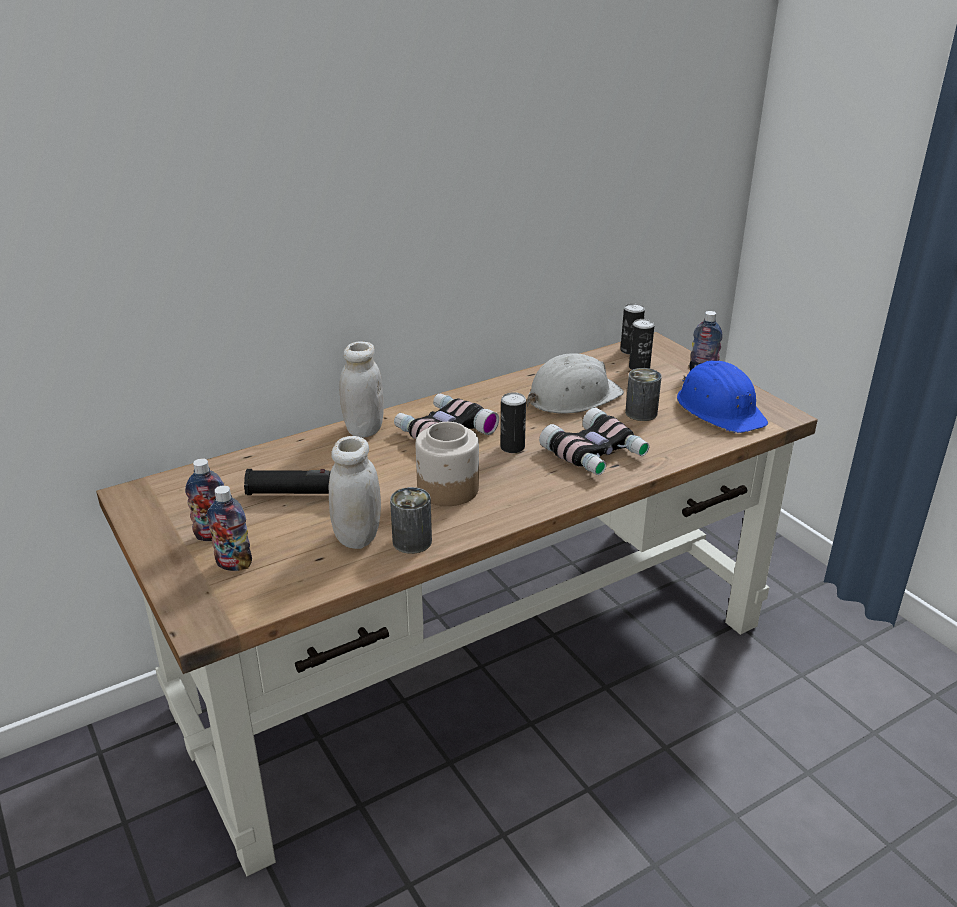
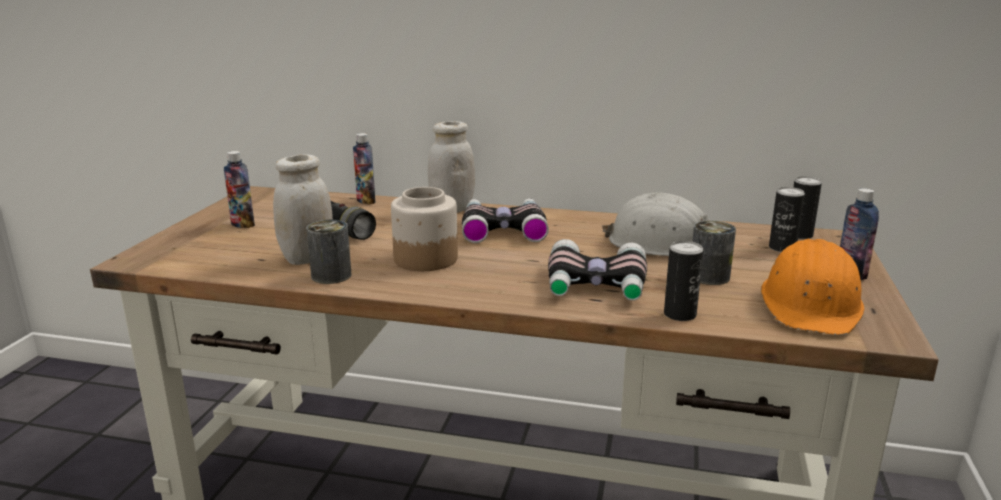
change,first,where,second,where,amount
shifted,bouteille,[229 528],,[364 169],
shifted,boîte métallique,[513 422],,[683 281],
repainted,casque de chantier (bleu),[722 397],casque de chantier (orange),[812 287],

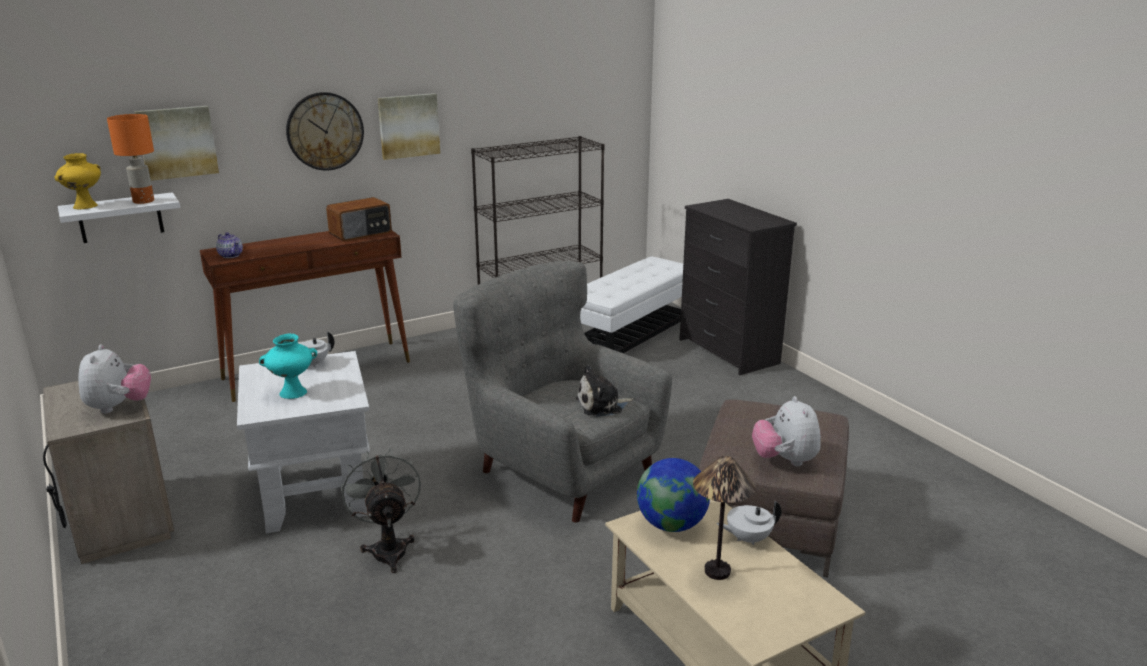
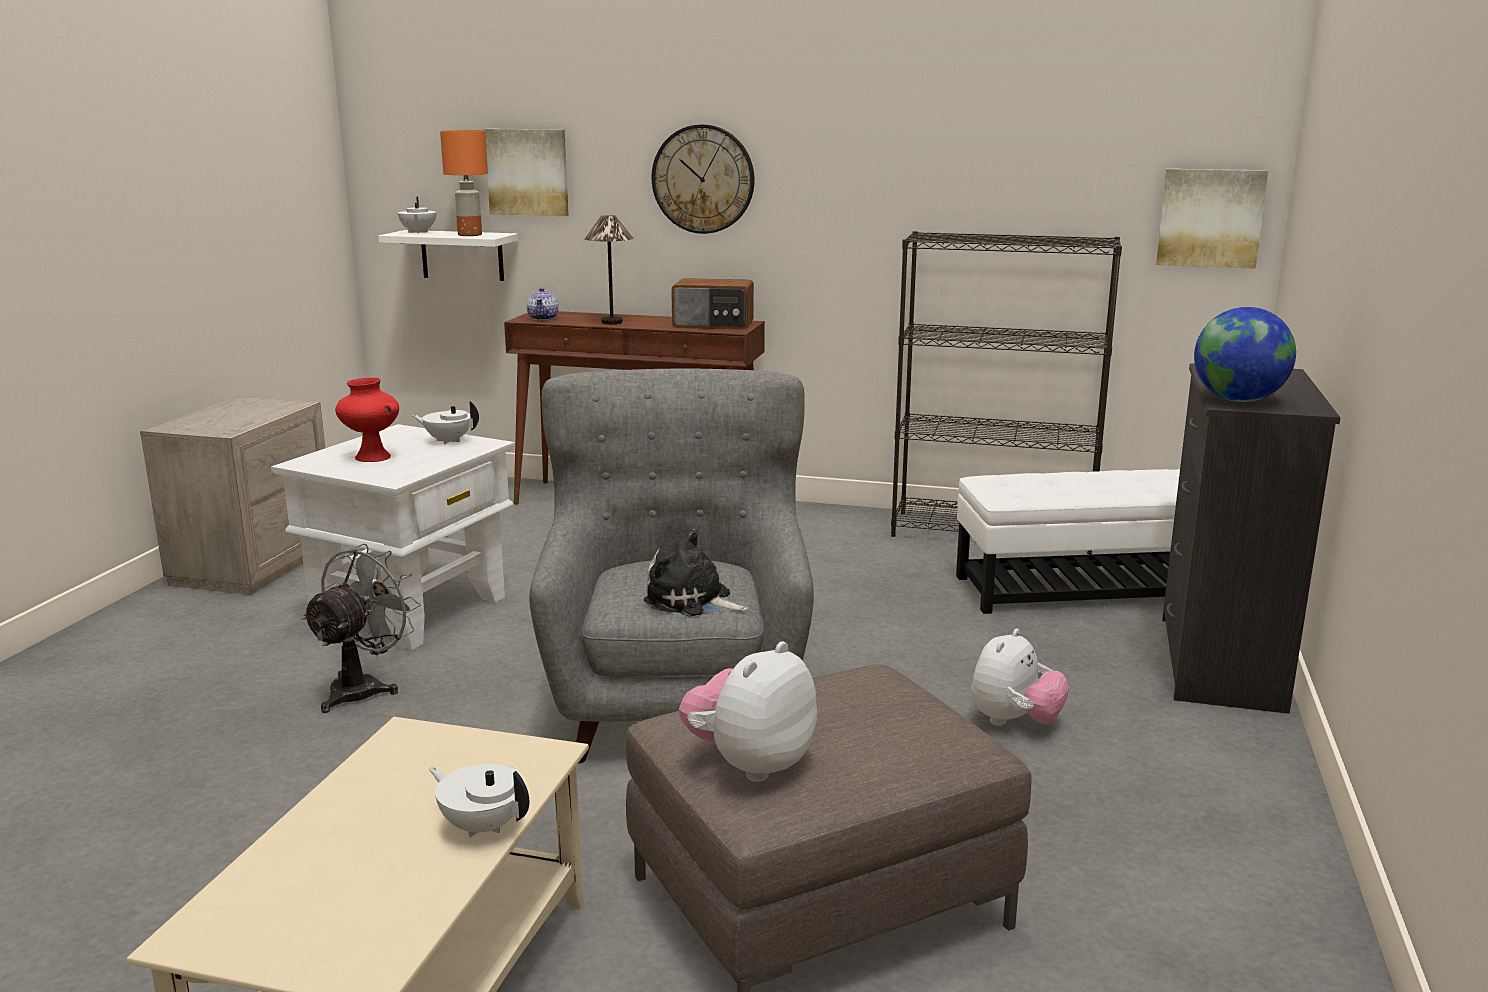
change,first,where,second,where,amount
shifted,peluche,[114 379],,[1020 677],
shifted,tableau,[409 126],,[1212 219],
shifted,globe,[673 495],,[1245 354],
shifted,lampe de table,[724 518],,[609 270],
swapped,vase (jaune),[77 181],théière (blanc),[417 215],
repainted,vase (turquoise),[288 366],vase (rouge),[367 420],

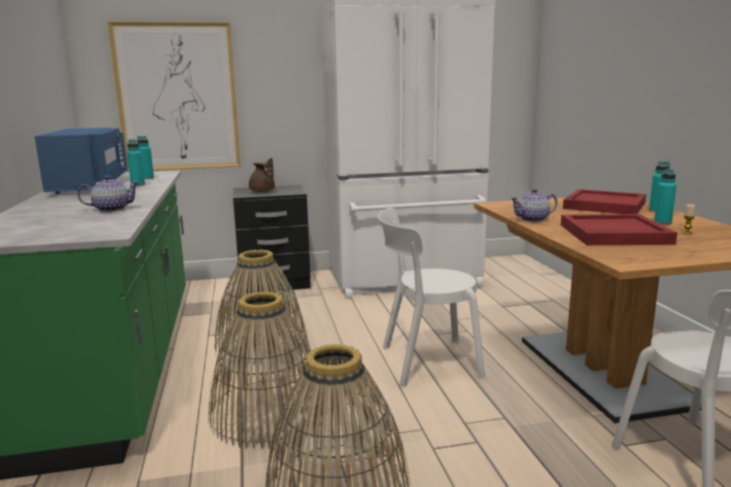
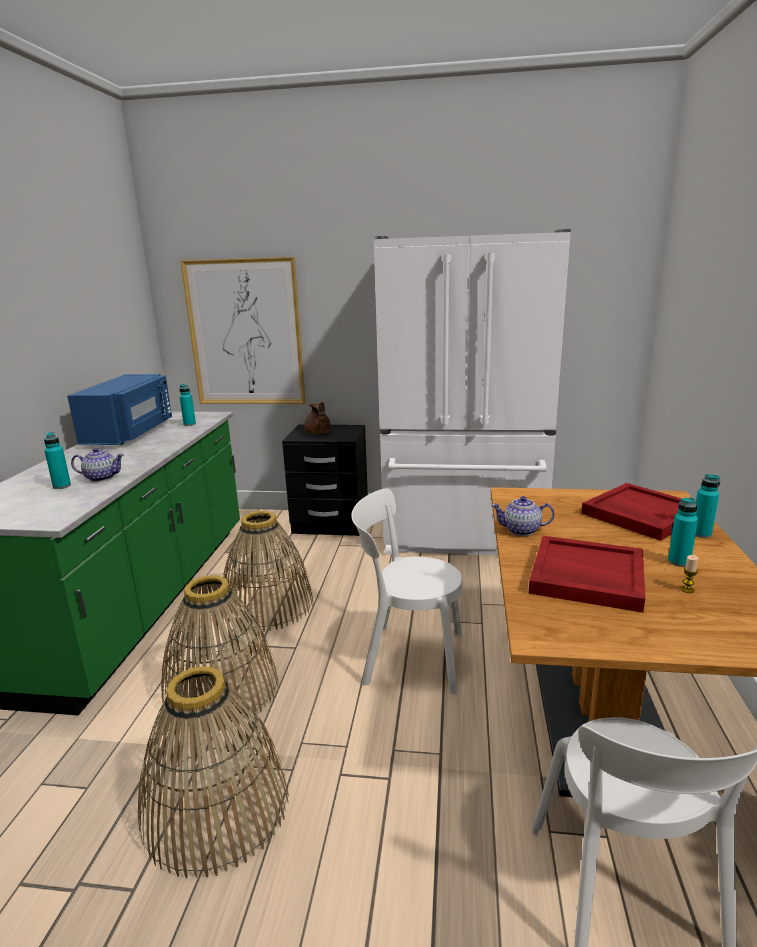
change,first,where,second,where,amount
shifted,bouteille (turquoise),[136 162],,[57 460],

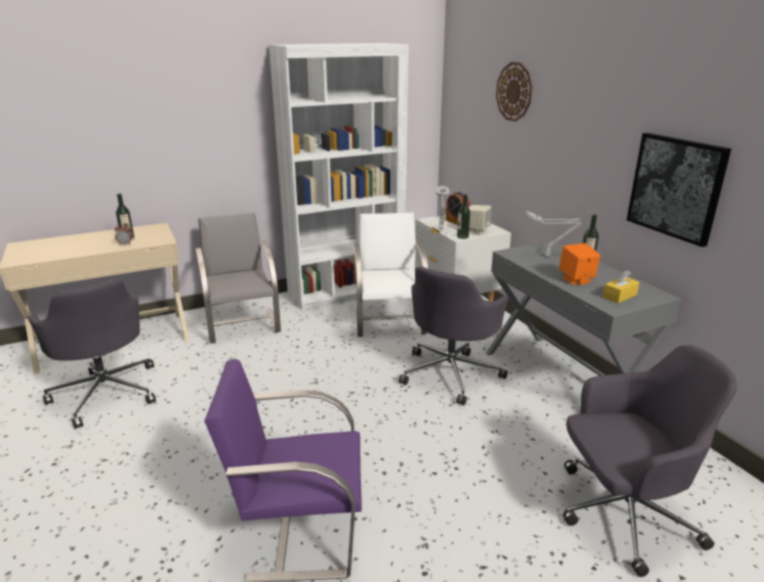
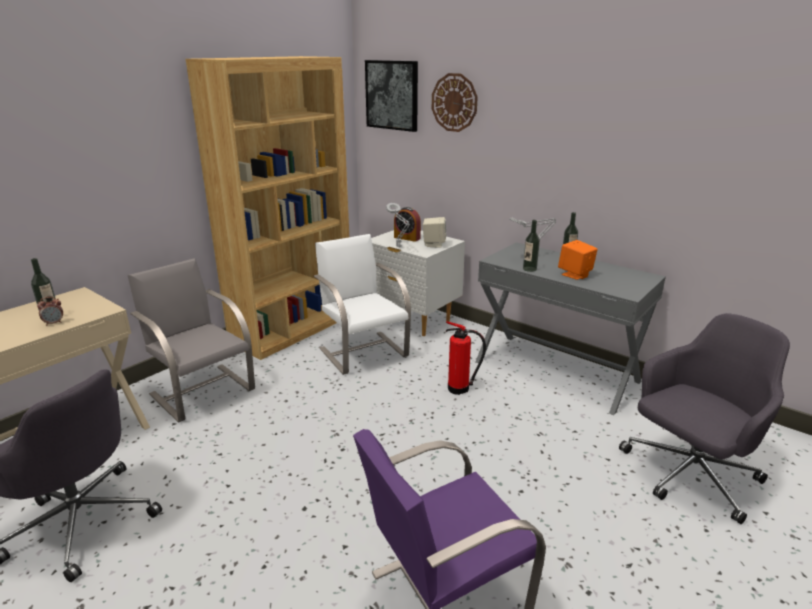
change,first,where,second,where,amount
gone,boîte à mouchoirs (jaune),[621 286],,,
shifted,bouteille,[463 216],,[531 246],
shifted,tableau,[679 190],,[391 96],
swapped,chaise de bureau (gris),[454 335],extincteur,[466 358],
repainted,bibliothèque (blanc),[338 176],bibliothèque (marron),[267 208],

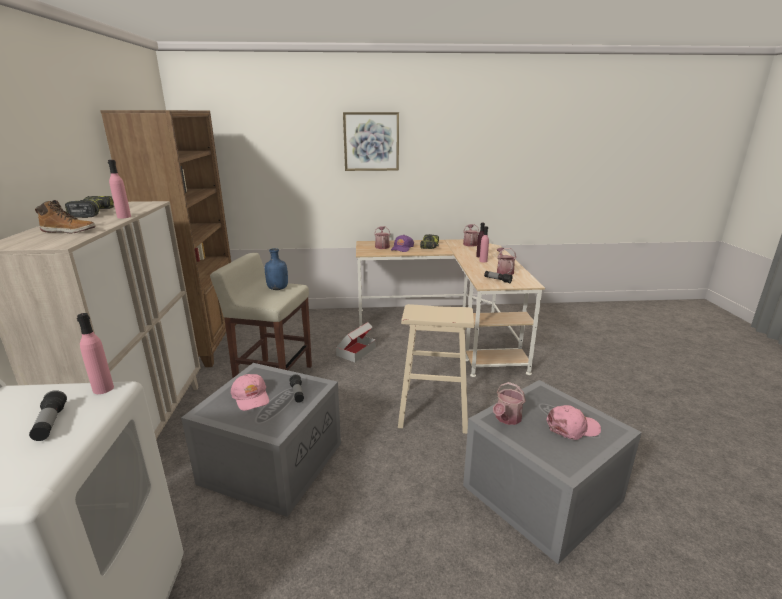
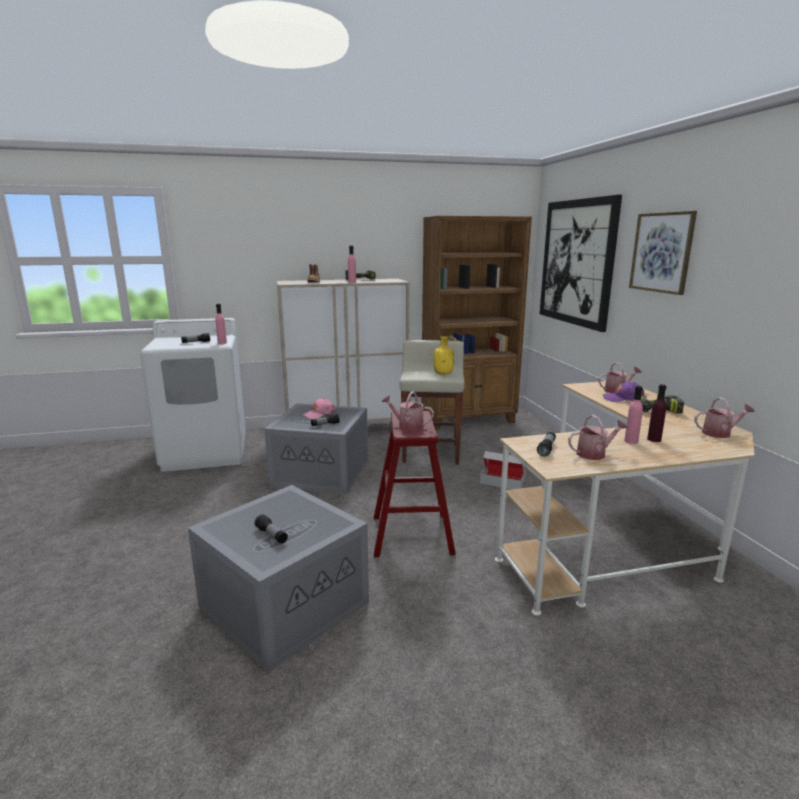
change,first,where,second,where,amount
new,,,tableau,[581 263],
shifted,arrosoir,[509 403],,[407 410],
swapped,casquette (rose),[573 422],lampe de poche,[271 529],
repainted,bouteille (bleu),[276 269],bouteille (jaune),[444 355],
repainted,tabouret (beige),[436 369],tabouret (rouge),[415 484],

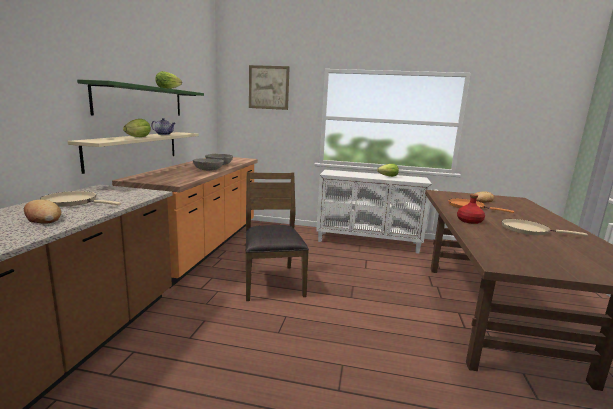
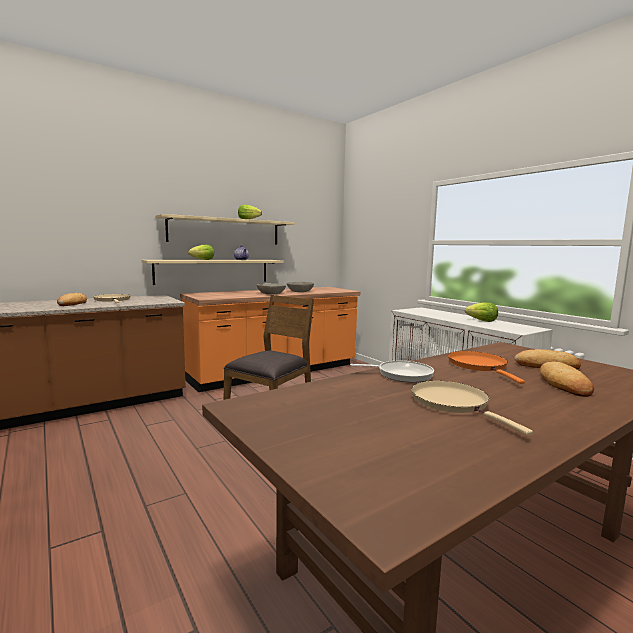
change,first,where,second,where,amount
gone,tableau,[269 87],,,
new,,,pain,[567 379],
swapped,bouteille (rouge),[471 209],poêle,[392 372],
repainted,étagère (vert),[140 97],étagère (beige),[225 229],

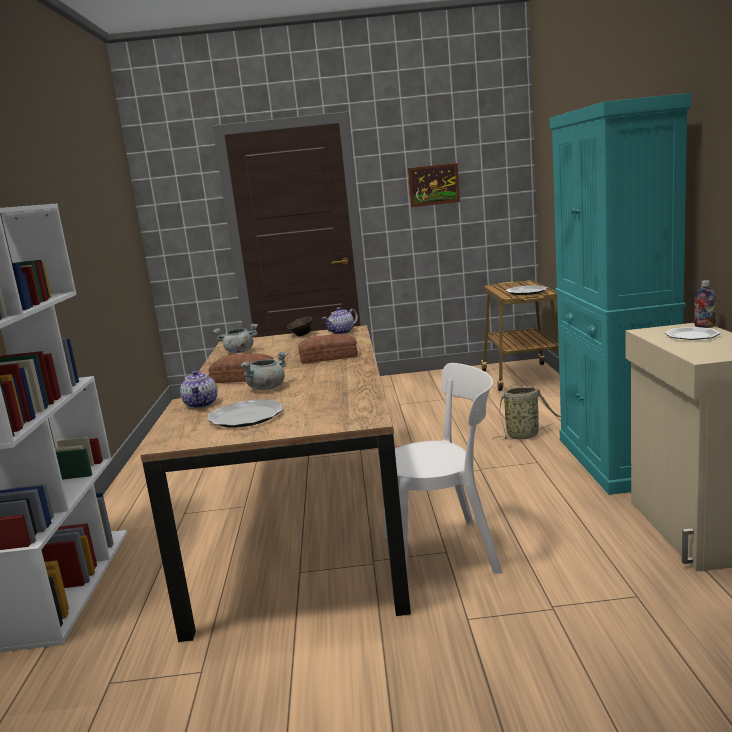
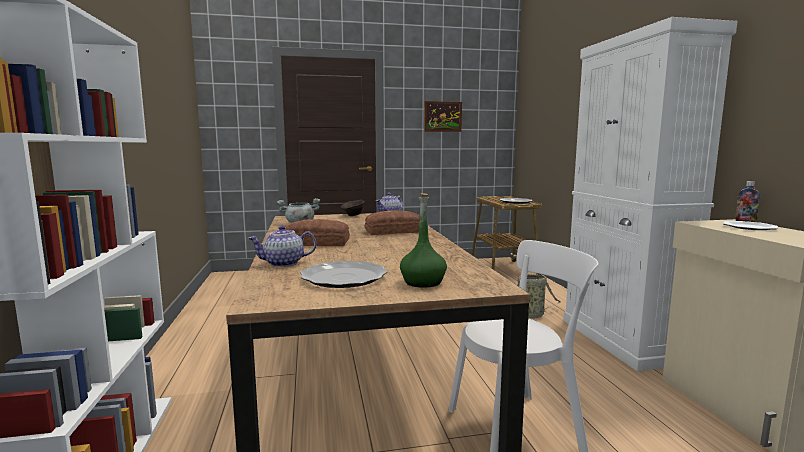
change,first,where,second,where,amount
gone,marmite (gris),[264 371],,,
new,,,bouteille (vert),[423 240],
repainted,meuble de rangement (turquoise),[620 294],meuble de rangement (blanc),[650 194],
rotated,théière,[199 389],,[282 246],90 degrees clockwise

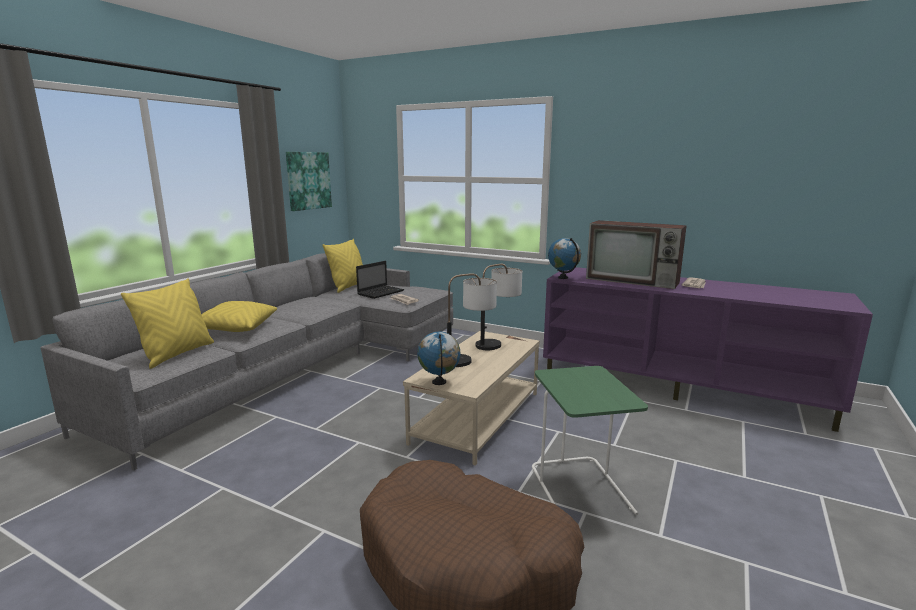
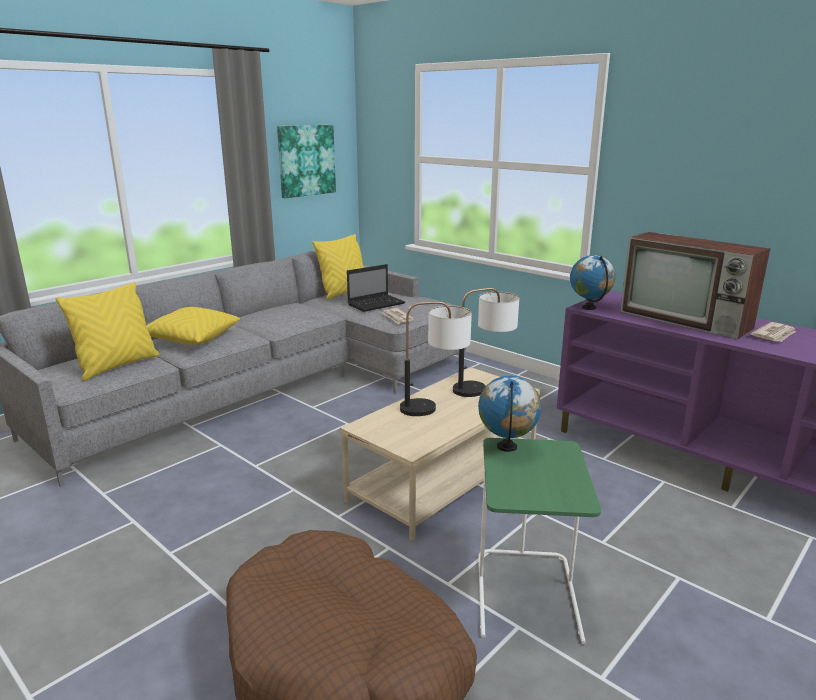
change,first,where,second,where,amount
shifted,globe,[439 358],,[509 414],

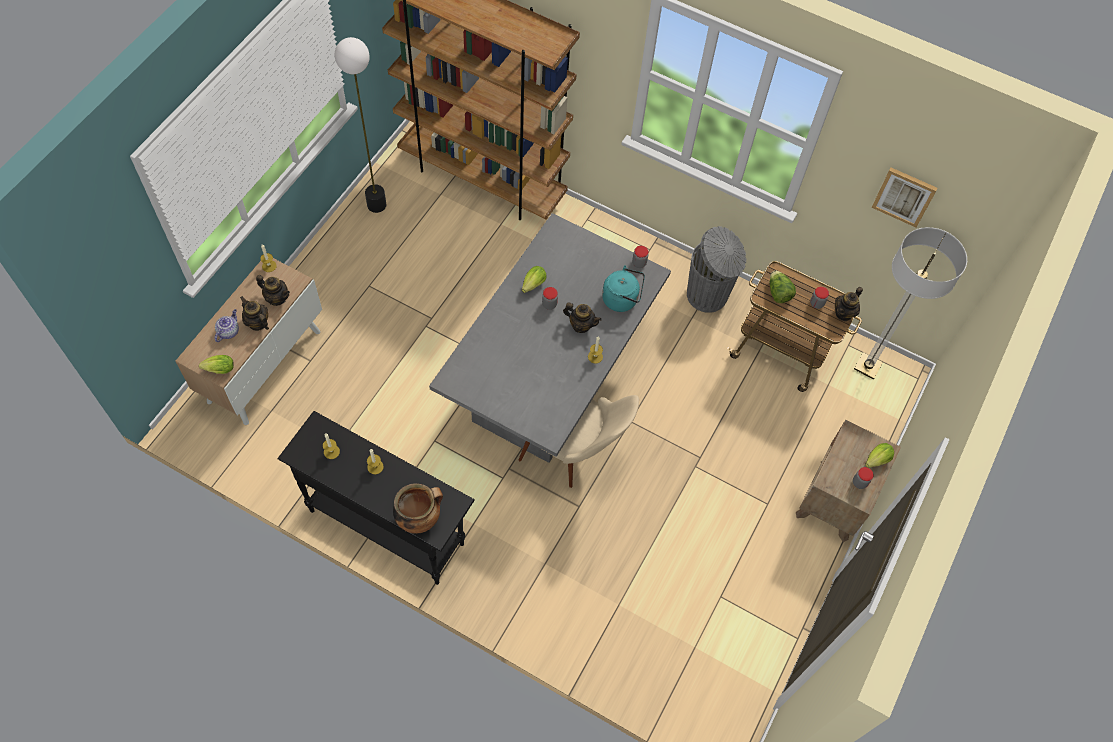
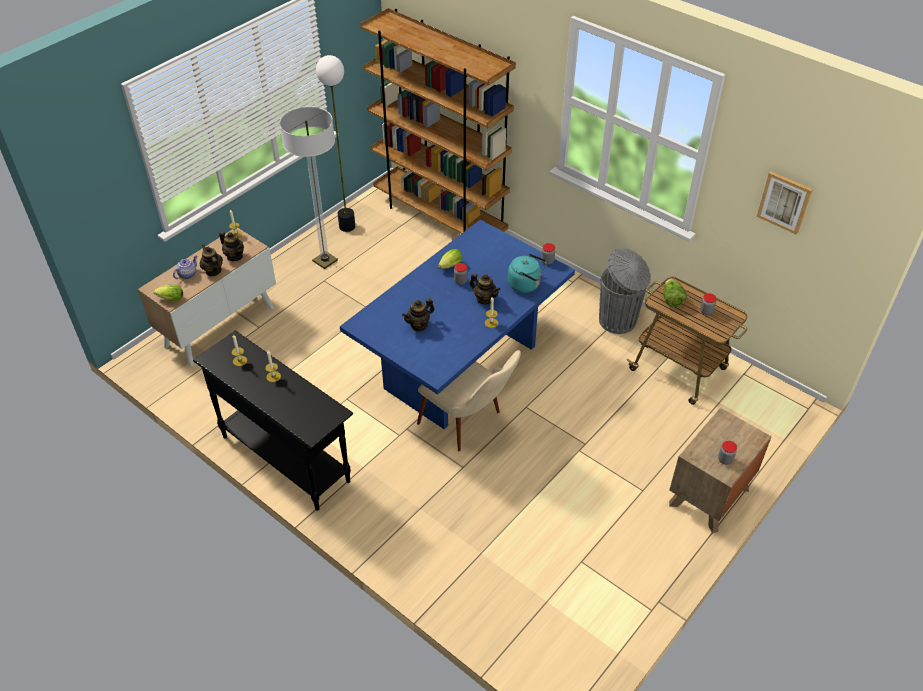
change,first,where,second,where,amount
gone,marmite,[418 508],,,
gone,laitue,[879 455],,,
shifted,théière,[849 304],,[418 315],
shifted,lampadaire,[910 303],,[309 188],
repainted,table à manger (gris),[550 338],table à manger (bleu),[457 324],

